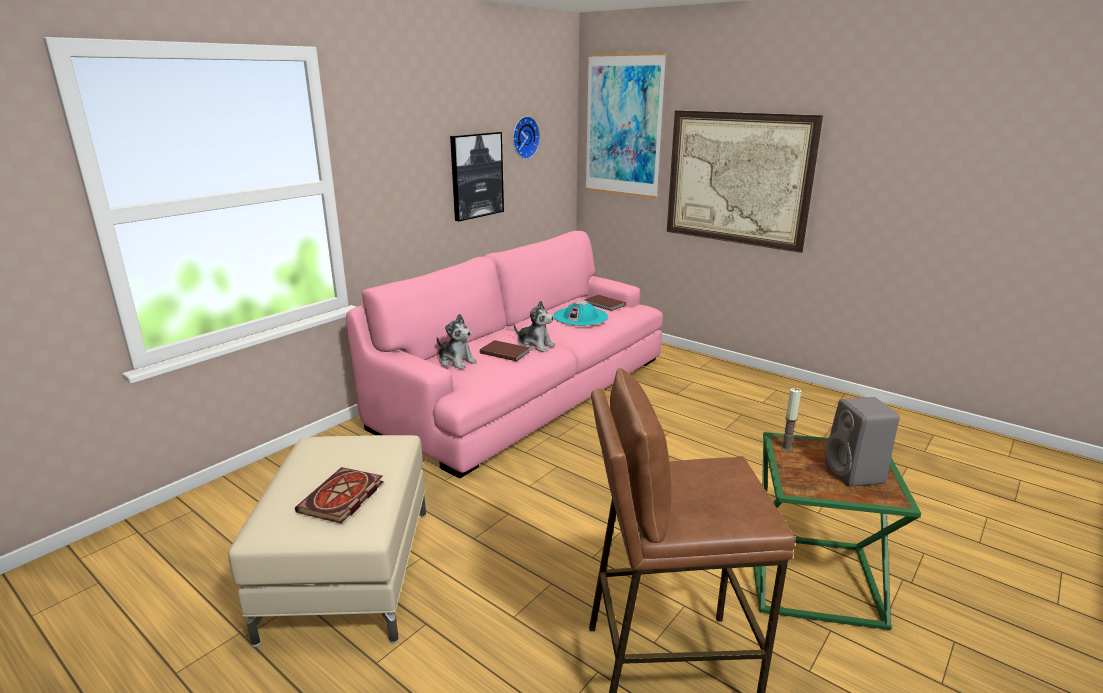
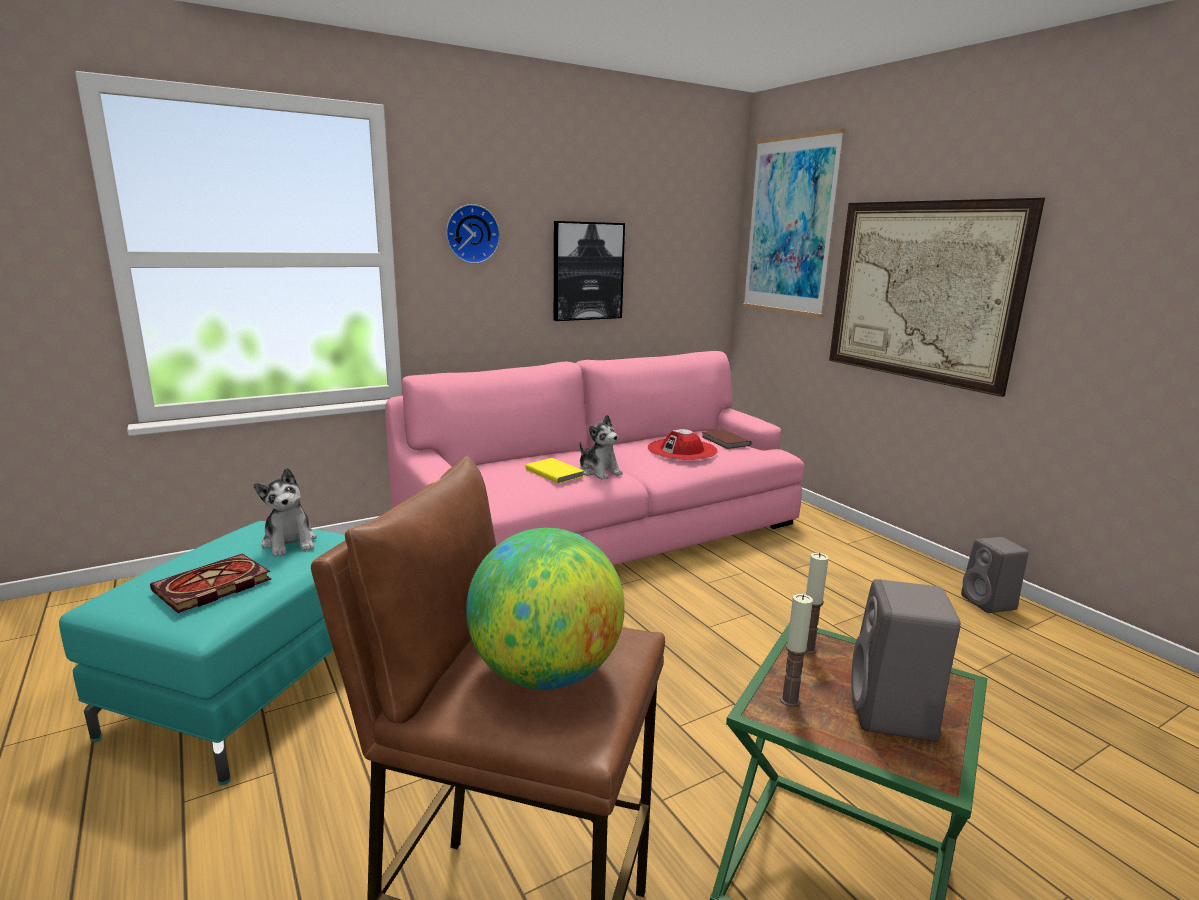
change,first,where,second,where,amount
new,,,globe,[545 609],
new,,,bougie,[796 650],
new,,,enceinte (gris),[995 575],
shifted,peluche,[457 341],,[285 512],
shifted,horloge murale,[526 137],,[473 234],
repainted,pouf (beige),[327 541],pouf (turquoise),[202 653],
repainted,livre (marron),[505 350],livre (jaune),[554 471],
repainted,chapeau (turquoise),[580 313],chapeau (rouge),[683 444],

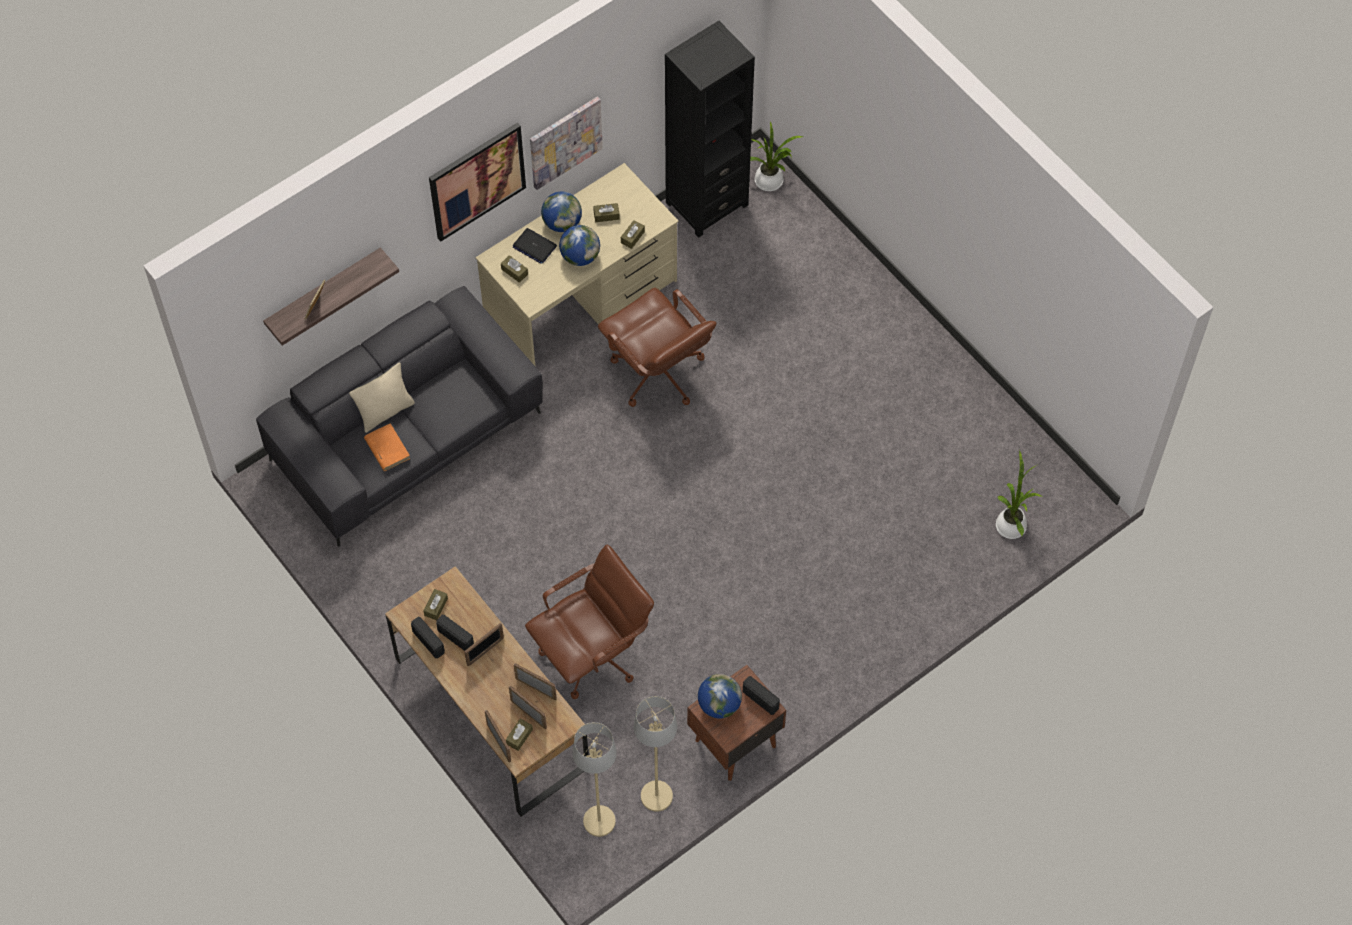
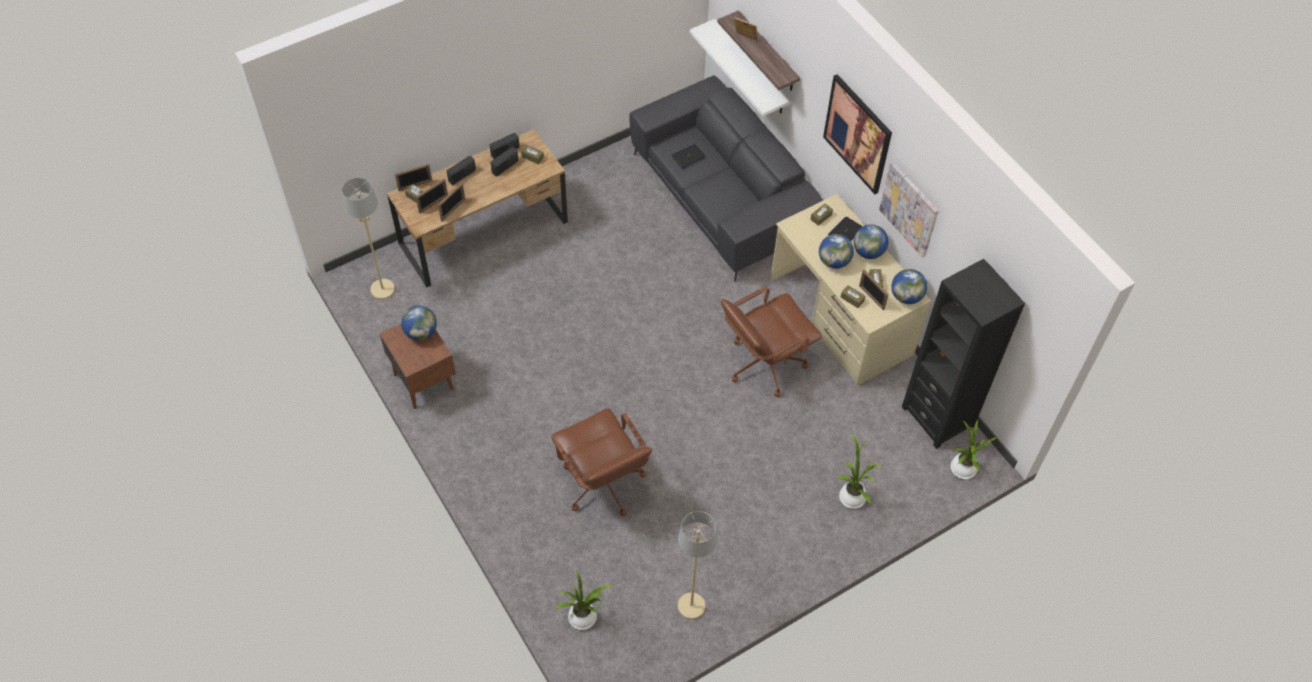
change,first,where,second,where,amount
gone,coussin (beige),[382 398],,,
new,,,étagère (blanc),[739 67],
new,,,plante en pot,[860 471],
new,,,globe,[909 286],
shifted,cadre photo,[484 644],,[874 289],
shifted,chaise de bureau (marron),[589 621],,[601 462],
shifted,lampadaire (beige),[655 754],,[697 565],
shifted,radio,[761 695],,[461 170],
swapped,livre (orange),[387 447],ordinateur portable,[688 156],

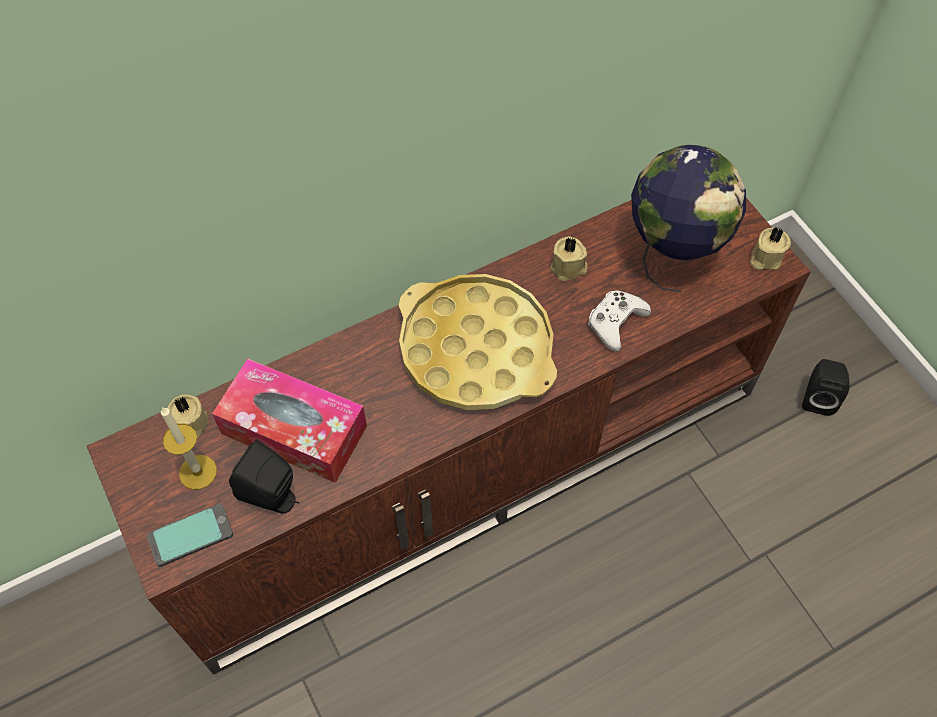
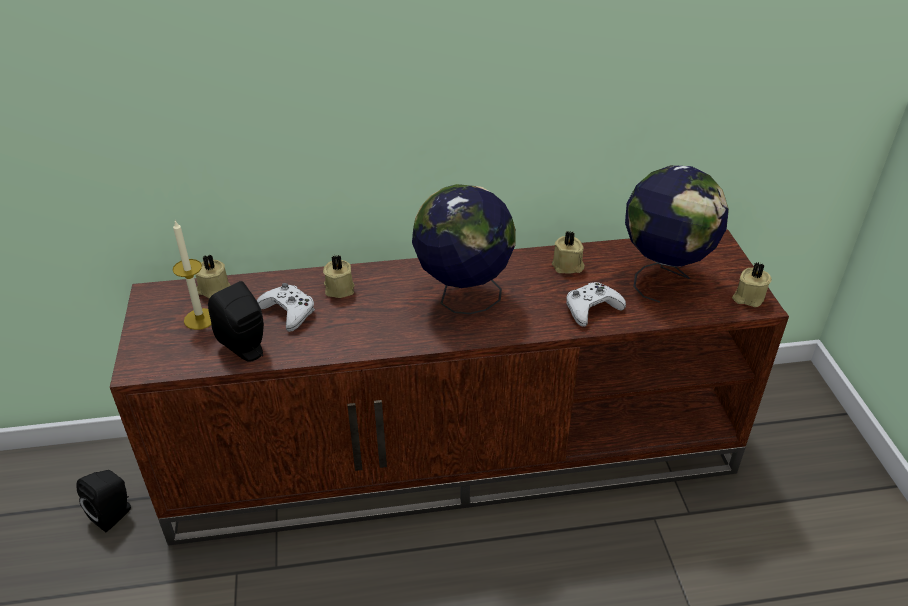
change,first,where,second,where,amount
gone,téléphone,[190 535],,,
new,,,bougie (beige),[339 276],
shifted,enceinte (noir),[826 387],,[103 501],
swapped,boîte à mouchoirs,[289 420],manette (blanc),[286 307],
swapped,plateau (jaune),[478 342],globe,[464 249],

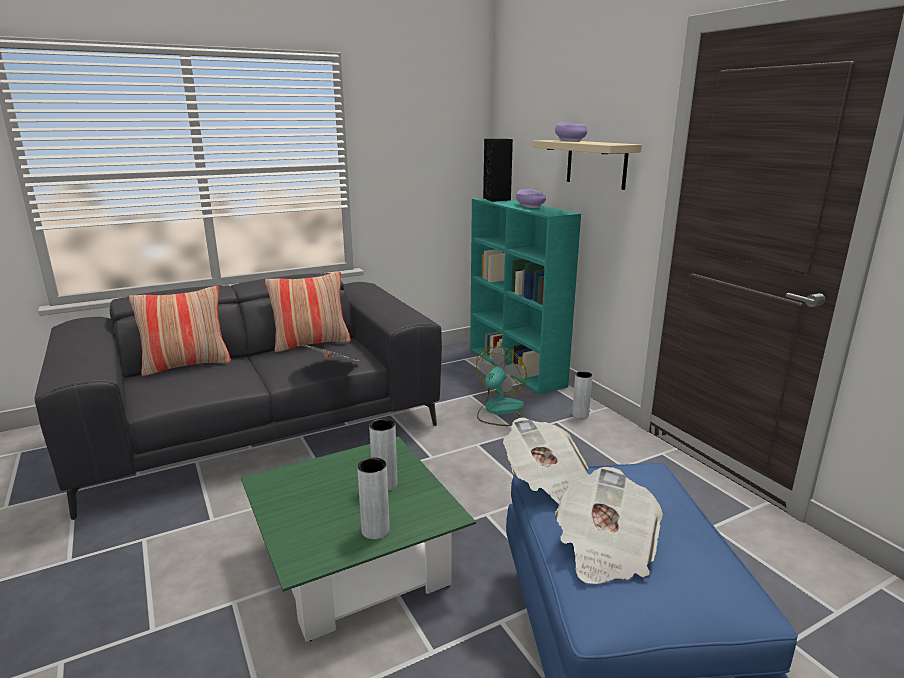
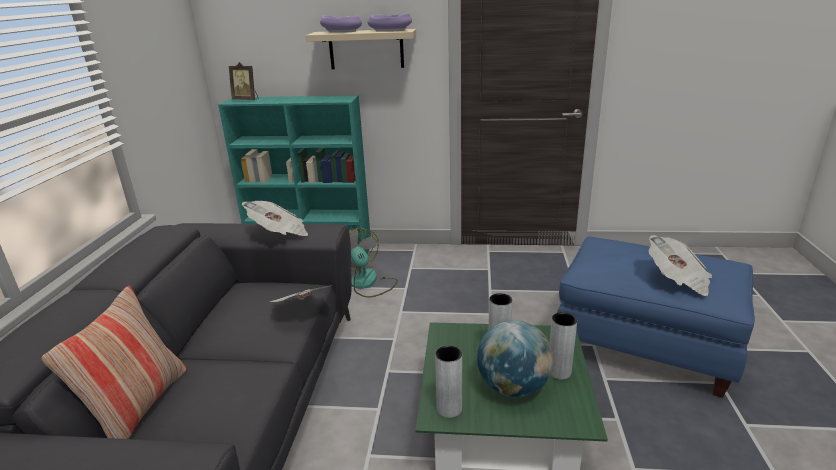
change,first,where,second,where,amount
gone,coussin,[308 311],,,
new,,,globe,[515 358],
shifted,journal,[545 461],,[275 218],
shifted,bol (violet),[531 198],,[390 22],
shifted,vase (gris),[582 395],,[448 381],
swapped,enceinte (noir),[498 170],cadre photo,[244 81],

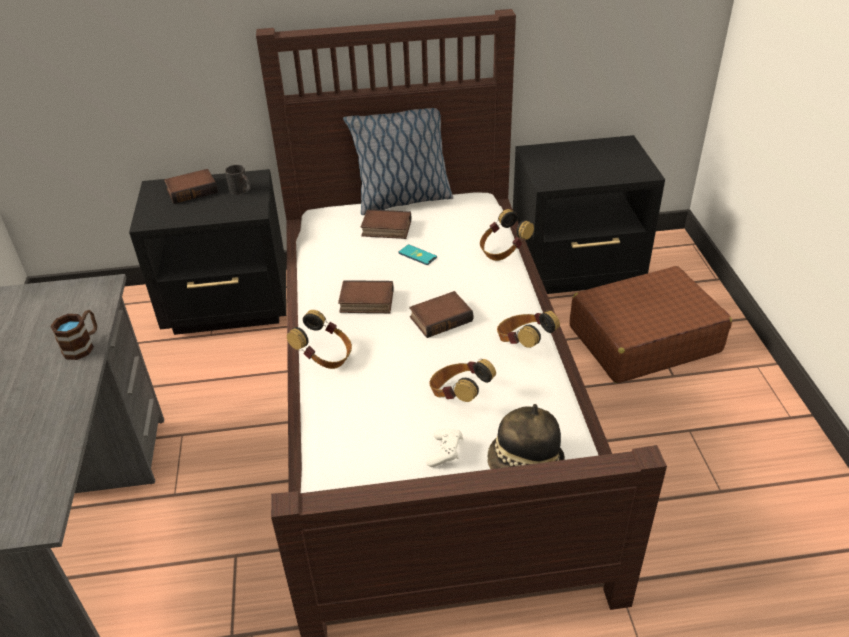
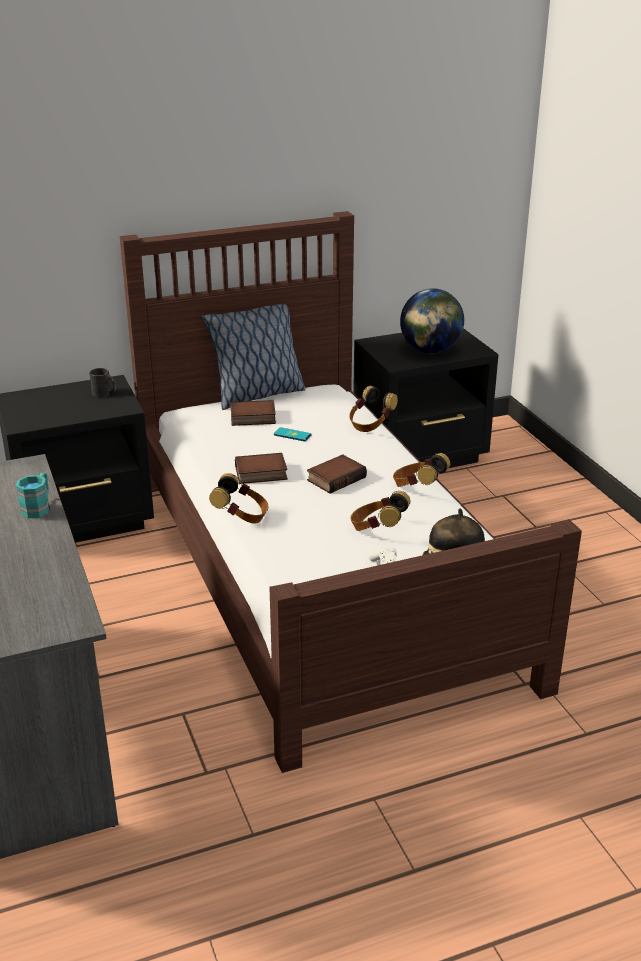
change,first,where,second,where,amount
gone,livre,[191 186],,,
gone,valise (marron),[651 324],,,
new,,,globe,[432 321],
repainted,mug (marron),[73 335],mug (turquoise),[33 495],

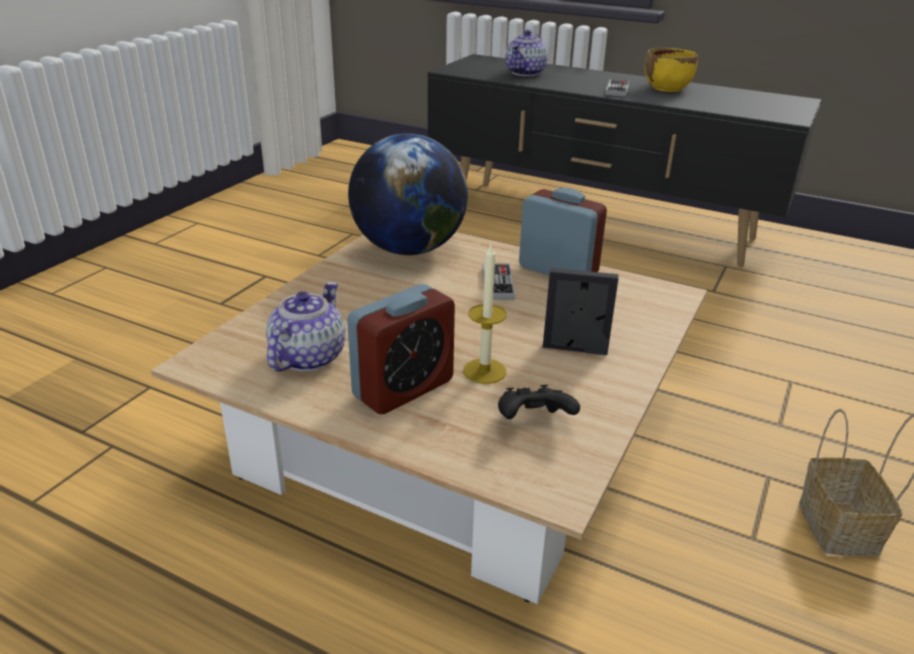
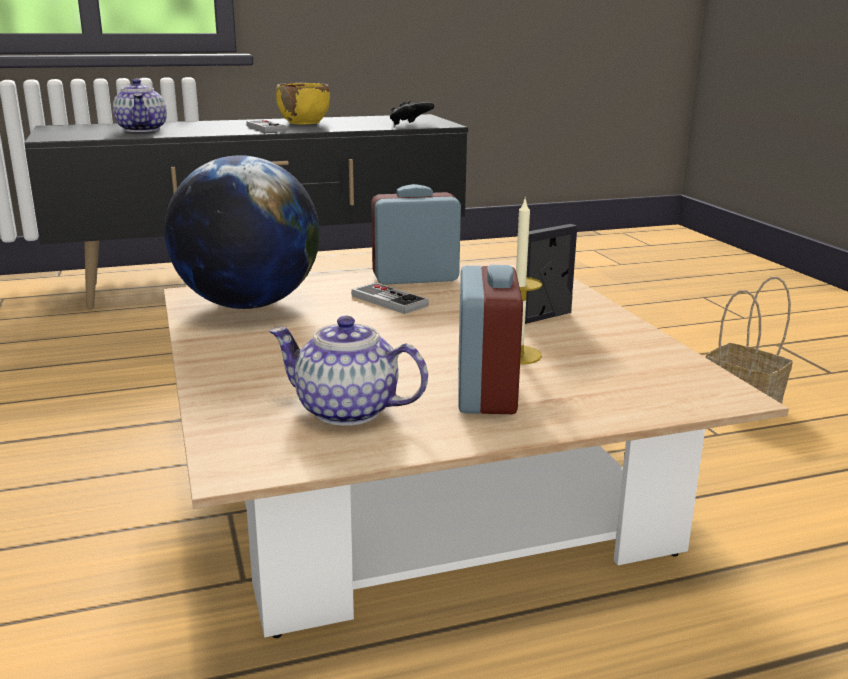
change,first,where,second,where,amount
shifted,manette (noir),[539 402],,[412 113],
rotated,théière,[305 326],,[348 371],45 degrees counterclockwise

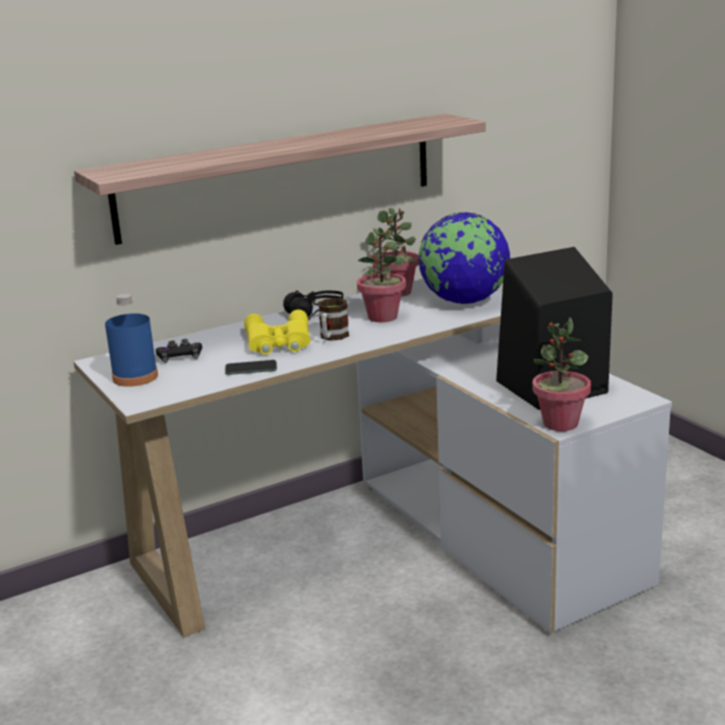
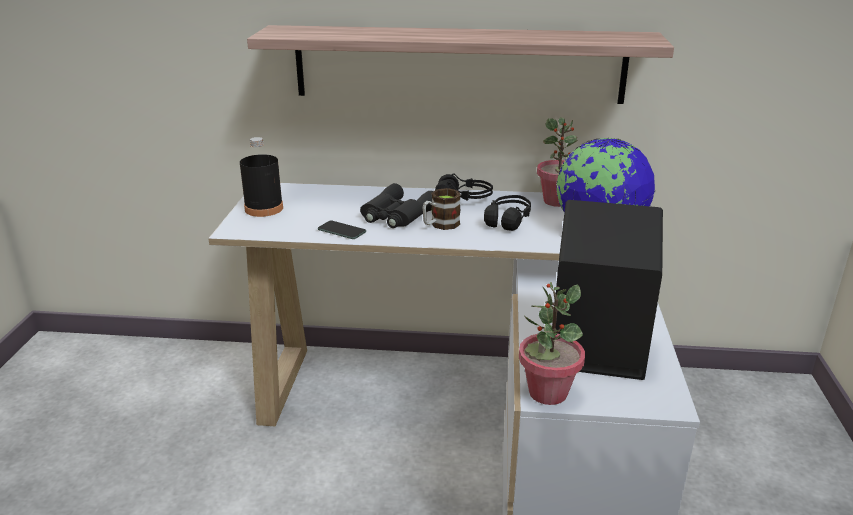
change,first,where,second,where,amount
gone,manette (noir),[179 351],,,
swapped,plante en pot,[381 275],casque audio (noir),[507 213],
repainted,bouteille (bleu),[131 340],bouteille (noir),[261 177],
repainted,jumelles (jaune),[277 332],jumelles (noir),[397 205],

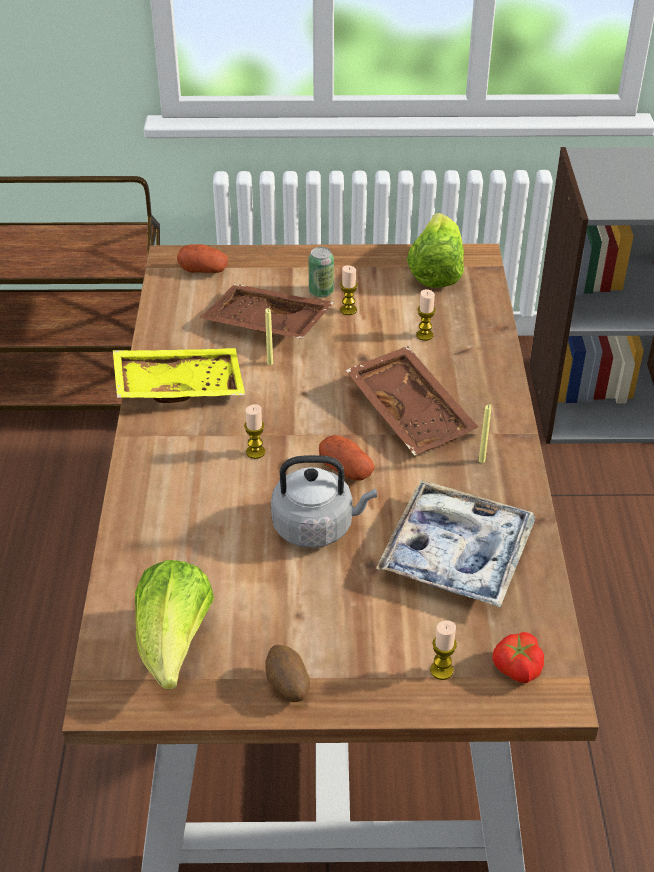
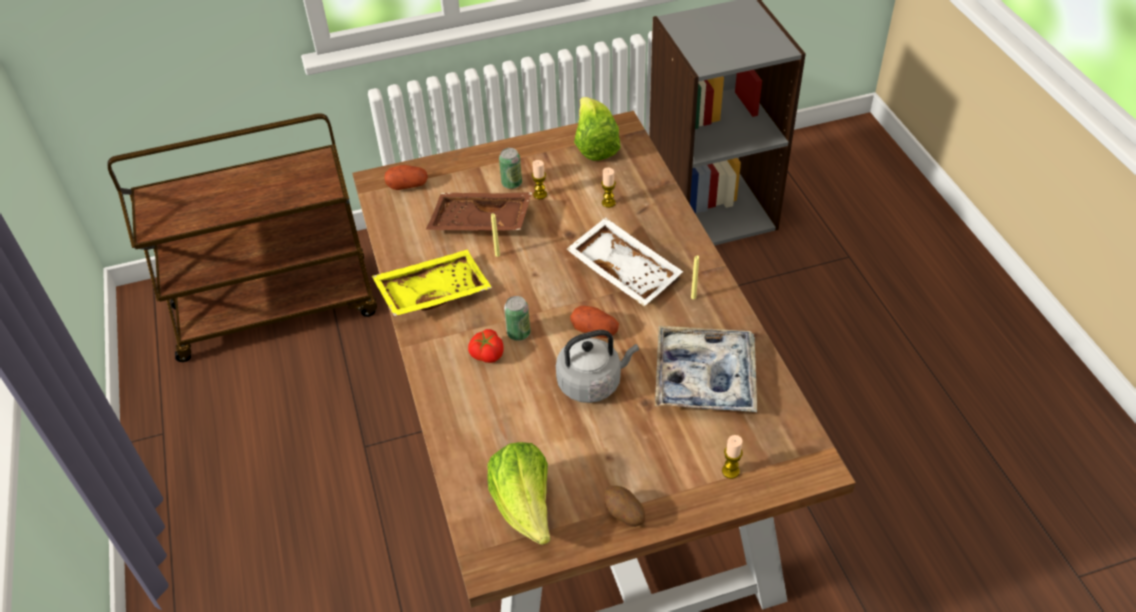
change,first,where,second,where,amount
shifted,tomate,[518 657],,[486 346],
swapped,bougie,[254 431],boîte métallique,[517 318],
repainted,plateau (marron),[412 401],plateau (blanc),[624 262],

